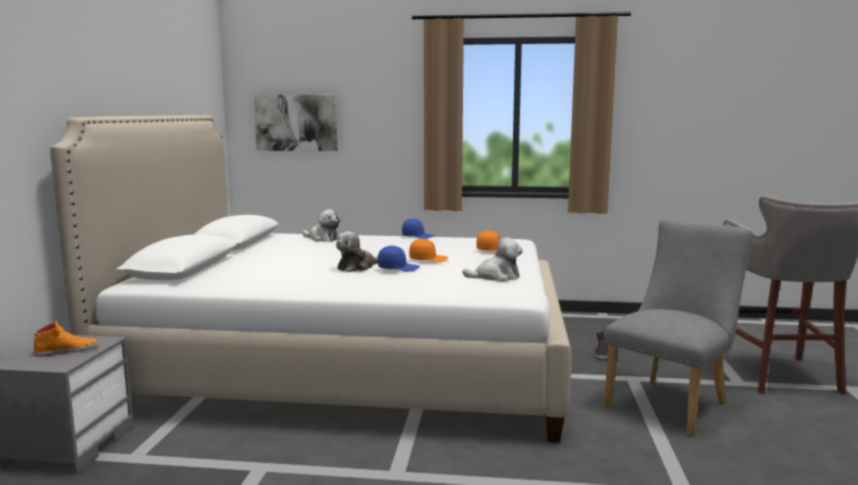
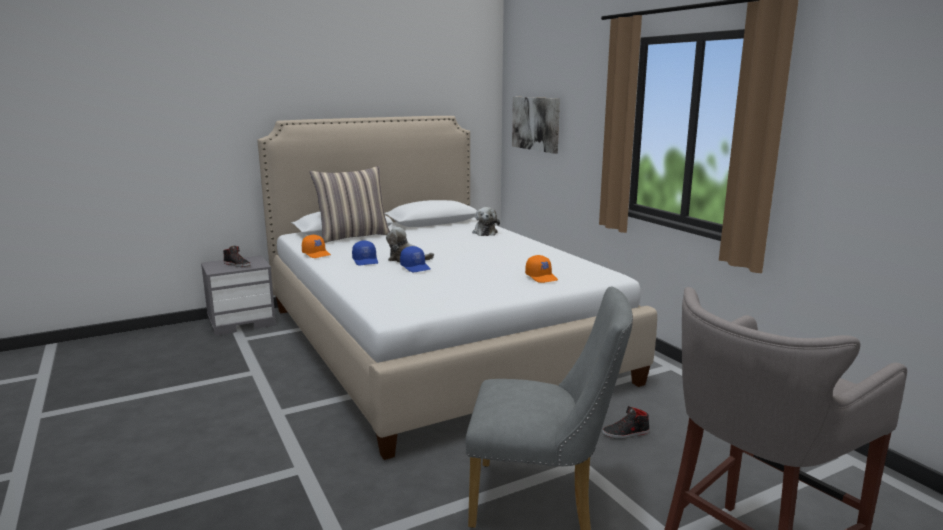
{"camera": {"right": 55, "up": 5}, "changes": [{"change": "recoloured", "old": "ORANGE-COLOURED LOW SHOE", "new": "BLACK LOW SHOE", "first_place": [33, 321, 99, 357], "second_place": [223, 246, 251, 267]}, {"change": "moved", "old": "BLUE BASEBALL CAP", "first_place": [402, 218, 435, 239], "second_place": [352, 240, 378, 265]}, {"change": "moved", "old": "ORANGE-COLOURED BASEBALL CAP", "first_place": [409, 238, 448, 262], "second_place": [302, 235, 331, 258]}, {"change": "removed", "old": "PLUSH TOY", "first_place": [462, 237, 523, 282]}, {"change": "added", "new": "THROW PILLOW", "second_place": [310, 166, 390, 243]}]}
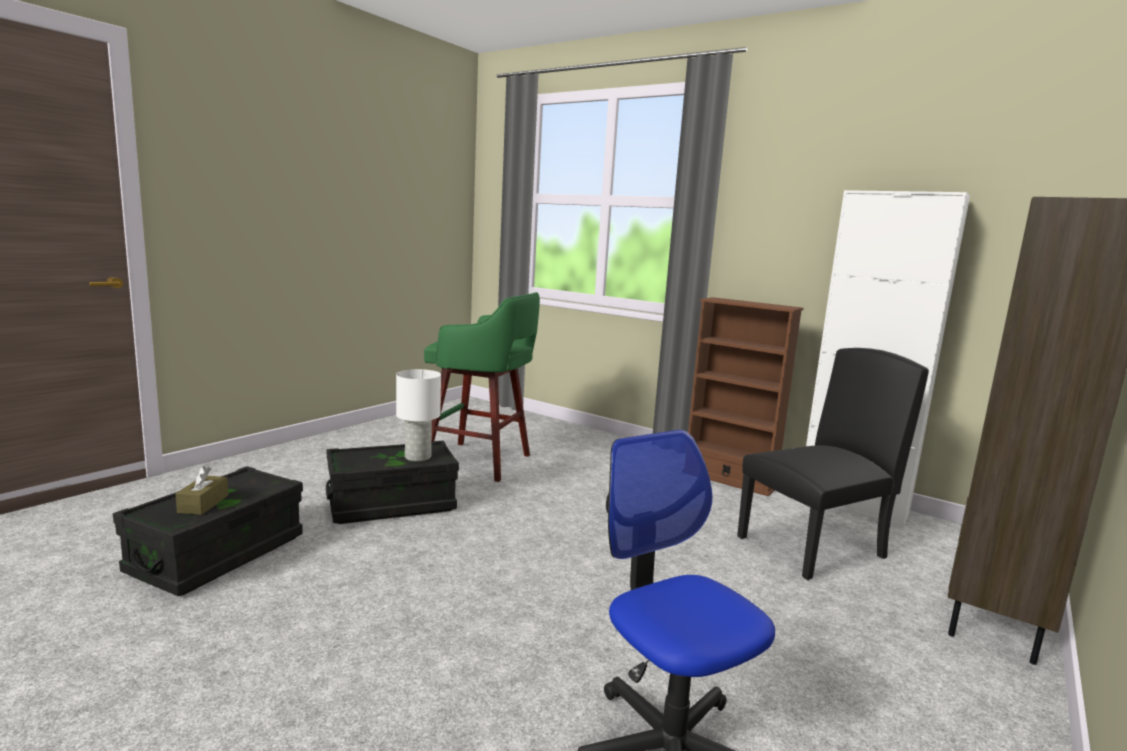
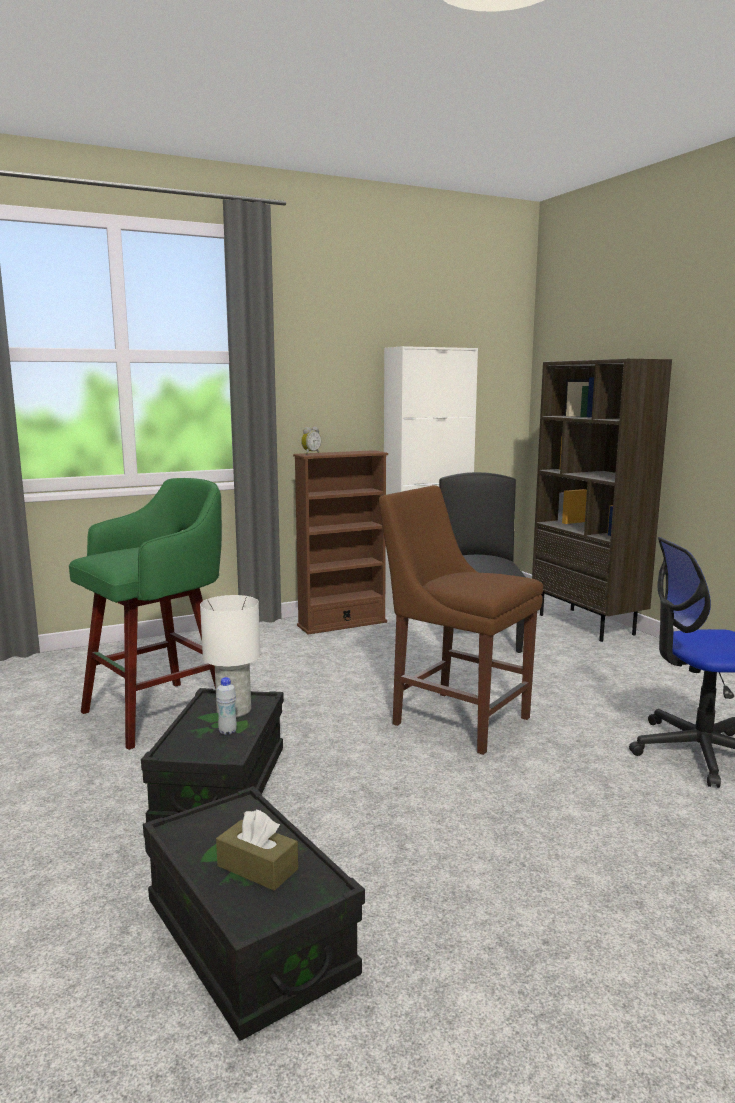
{"camera": {"right": -60, "up": 0}, "changes": [{"change": "added", "new": "WHITISH BOTTLE", "second_place": [216, 677, 237, 735]}, {"change": "added", "new": "BEDSIDE CLOCK", "second_place": [301, 427, 321, 454]}, {"change": "added", "new": "BROWNISH UPRIGHT CHAIR", "second_place": [378, 485, 543, 755]}]}
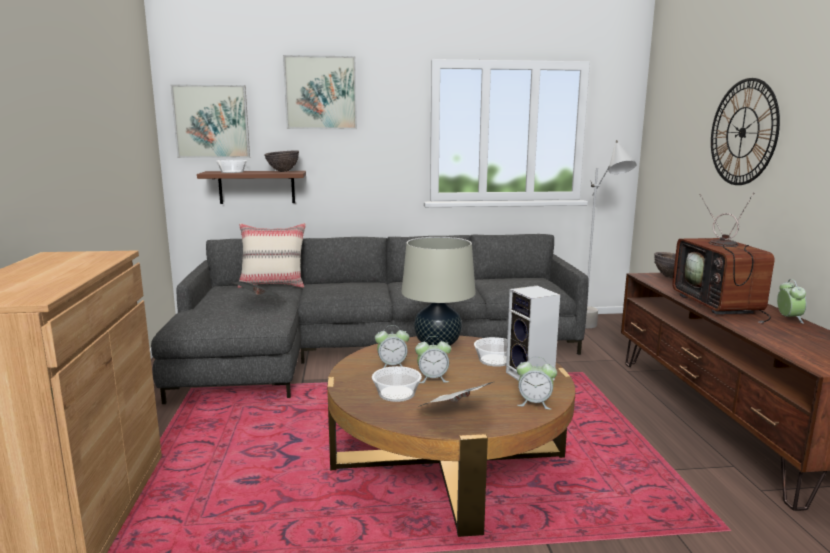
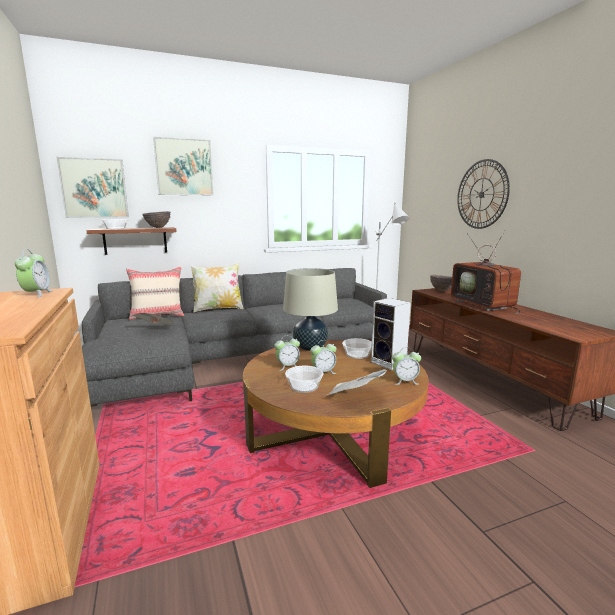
{"camera": {"right": -15, "up": 0}, "changes": [{"change": "moved", "old": "BEDSIDE CLOCK", "first_place": [777, 279, 806, 324], "second_place": [15, 249, 52, 298]}, {"change": "added", "new": "THROW PILLOW", "second_place": [190, 263, 243, 312]}]}
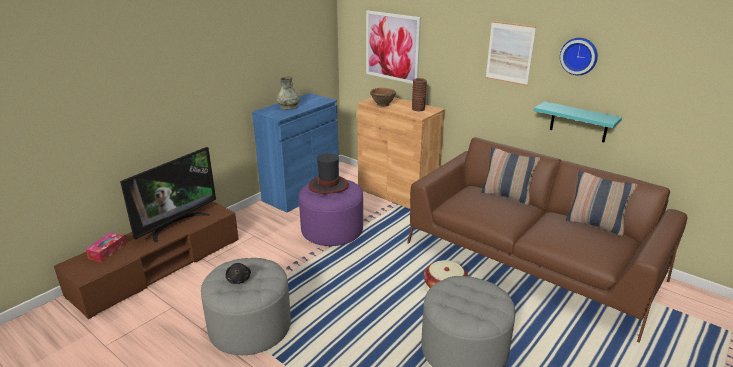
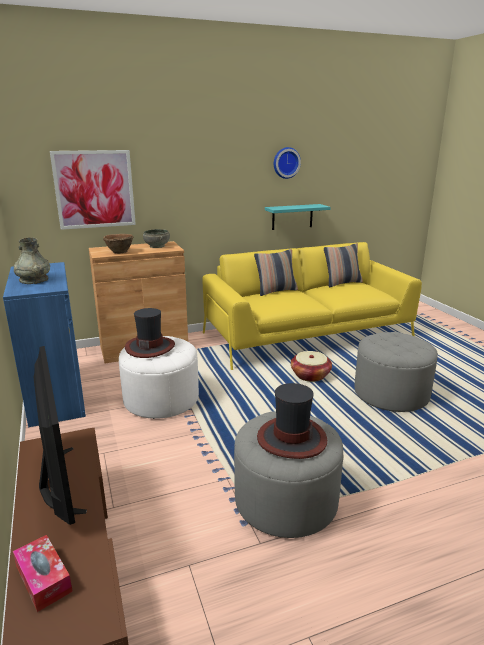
{"camera": {"right": -60, "up": -5}, "changes": [{"change": "replaced", "old": "BLACK PLUSH TOY", "new": "HAT", "first_place": [225, 263, 251, 284], "second_place": [257, 383, 327, 459]}, {"change": "recoloured", "old": "PURPLE-COLOURED FOOTREST", "new": "WHITISH FOOTREST", "first_place": [299, 180, 363, 246], "second_place": [119, 336, 199, 419]}, {"change": "recoloured", "old": "BROWNISH SOFA", "new": "YELLOW-COLOURED SOFA", "first_place": [407, 137, 687, 343], "second_place": [202, 242, 422, 370]}, {"change": "replaced", "old": "BROWNISH VASE", "new": "GRAY BOWL", "first_place": [412, 78, 427, 111], "second_place": [143, 229, 170, 248]}, {"change": "removed", "old": "WALL PICTURE", "first_place": [486, 21, 536, 86]}]}
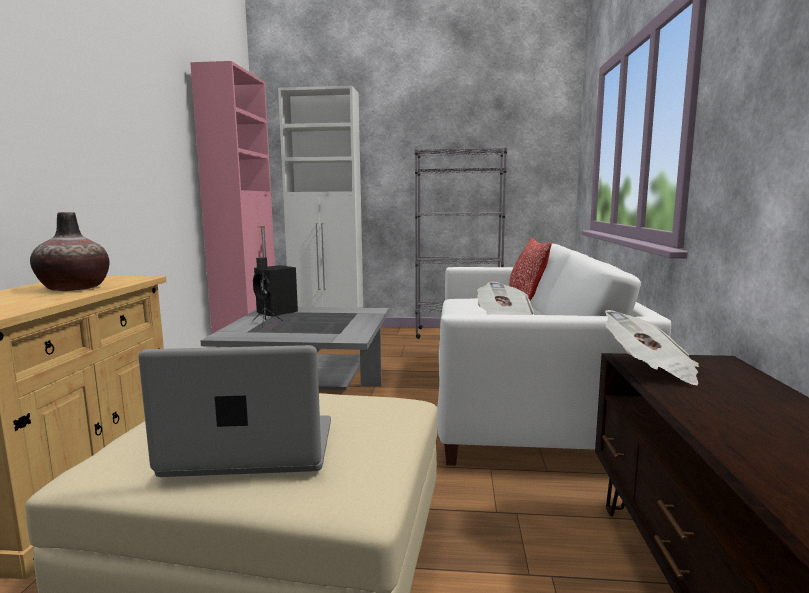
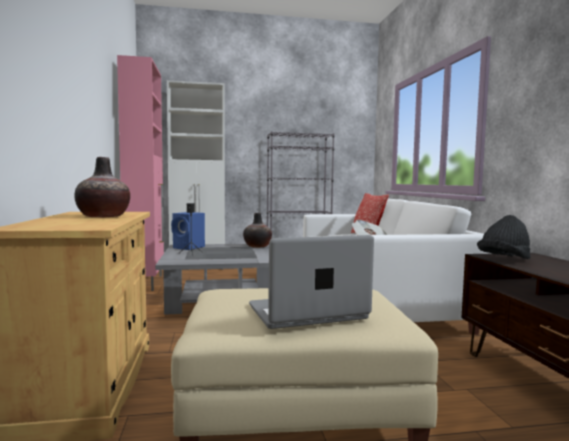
{"camera": {"right": -15, "up": -5}, "changes": [{"change": "recoloured", "old": "BLACK AUDIO SPEAKER", "new": "BLUE AUDIO SPEAKER", "first_place": [253, 265, 298, 316], "second_place": [171, 212, 205, 250]}, {"change": "replaced", "old": "PRINTED PAPER", "new": "BLACK HAT", "first_place": [605, 310, 699, 386], "second_place": [477, 215, 531, 259]}, {"change": "added", "new": "VASE", "second_place": [243, 213, 272, 248]}]}
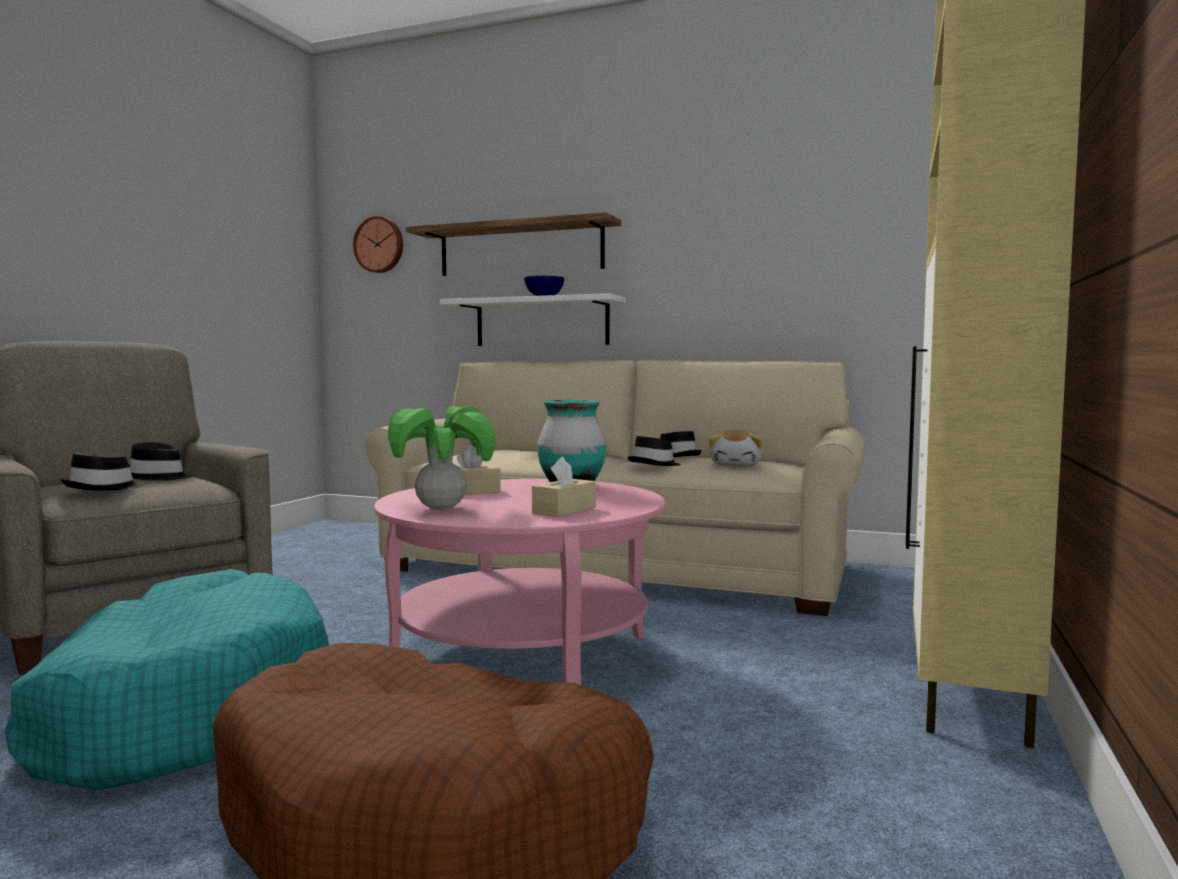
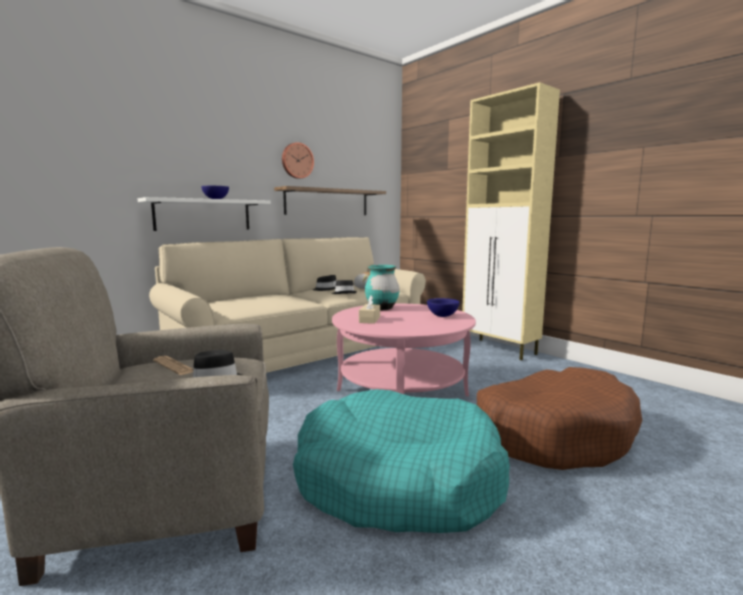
{"camera": {"right": -60, "up": 5}, "changes": [{"change": "replaced", "old": "BLACK HAT", "new": "PRINTED PAPER", "first_place": [129, 442, 192, 481], "second_place": [153, 356, 193, 375]}, {"change": "moved", "old": "CLOCK ON THE WALL", "first_place": [353, 216, 403, 273], "second_place": [282, 142, 314, 179]}, {"change": "removed", "old": "HOUSEPLANT", "first_place": [388, 406, 495, 510]}, {"change": "moved", "old": "WALL SHELF", "first_place": [406, 212, 621, 276], "second_place": [274, 186, 386, 215]}, {"change": "replaced", "old": "BEIGE-COLOURED TISSUE BOX", "new": "BLUE BOWL", "first_place": [532, 457, 596, 517], "second_place": [427, 298, 460, 317]}]}
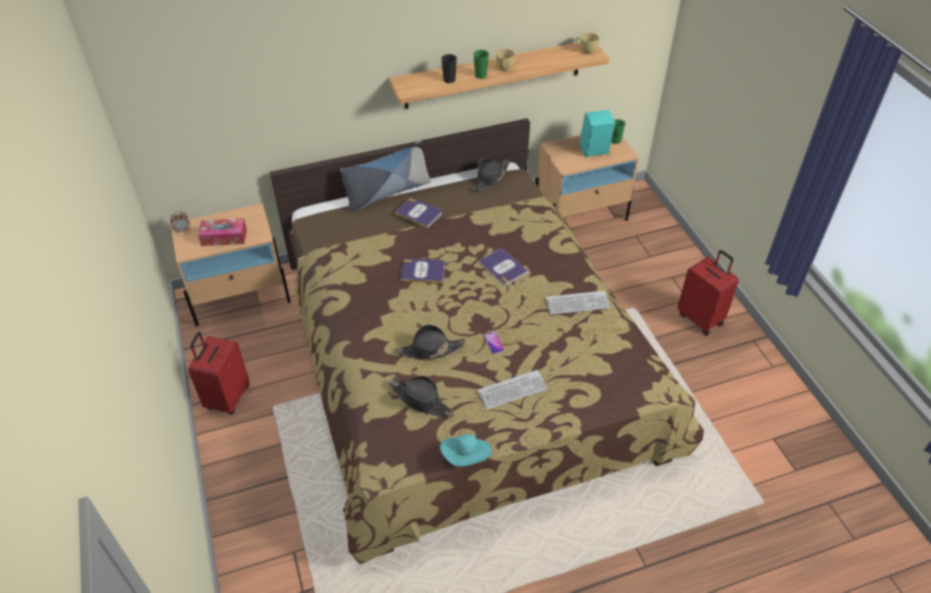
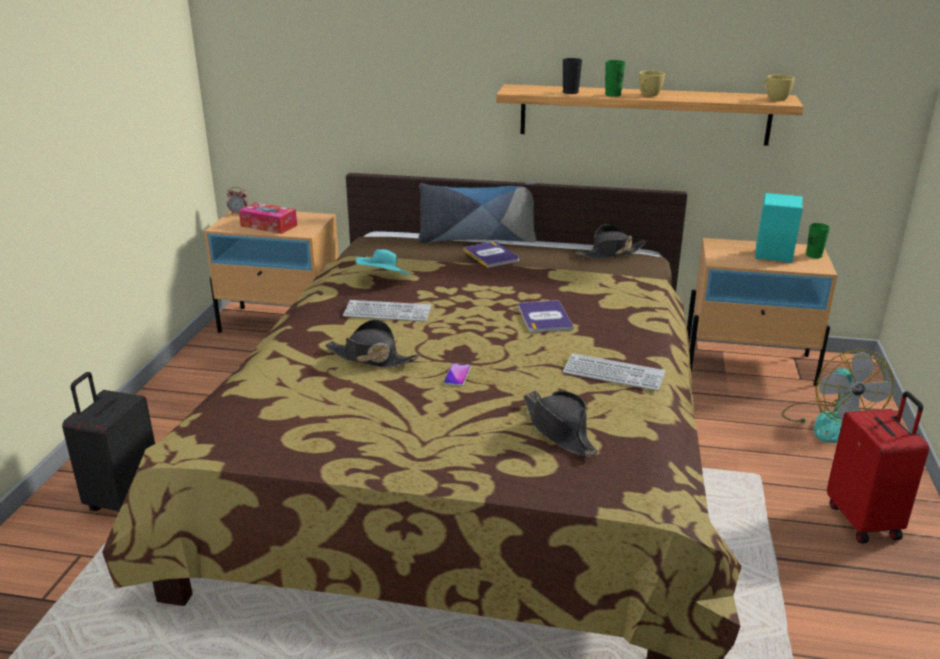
{"camera": {"right": 30, "up": -20}, "changes": [{"change": "removed", "old": "RED PIECE OF LUGGAGE", "first_place": [188, 332, 249, 415]}, {"change": "moved", "old": "BLACK HAT", "first_place": [389, 376, 454, 417], "second_place": [523, 391, 598, 457]}, {"change": "removed", "old": "BOOK", "first_place": [400, 258, 445, 283]}, {"change": "moved", "old": "TURQUOISE-COLOURED HAT", "first_place": [440, 434, 492, 466], "second_place": [355, 249, 411, 275]}, {"change": "moved", "old": "COMPUTER KEYBOARD", "first_place": [477, 370, 548, 410], "second_place": [343, 300, 431, 322]}, {"change": "added", "new": "BLACK PIECE OF LUGGAGE", "second_place": [62, 372, 155, 511]}, {"change": "added", "new": "ELECTRIC FAN", "second_place": [782, 350, 894, 443]}]}
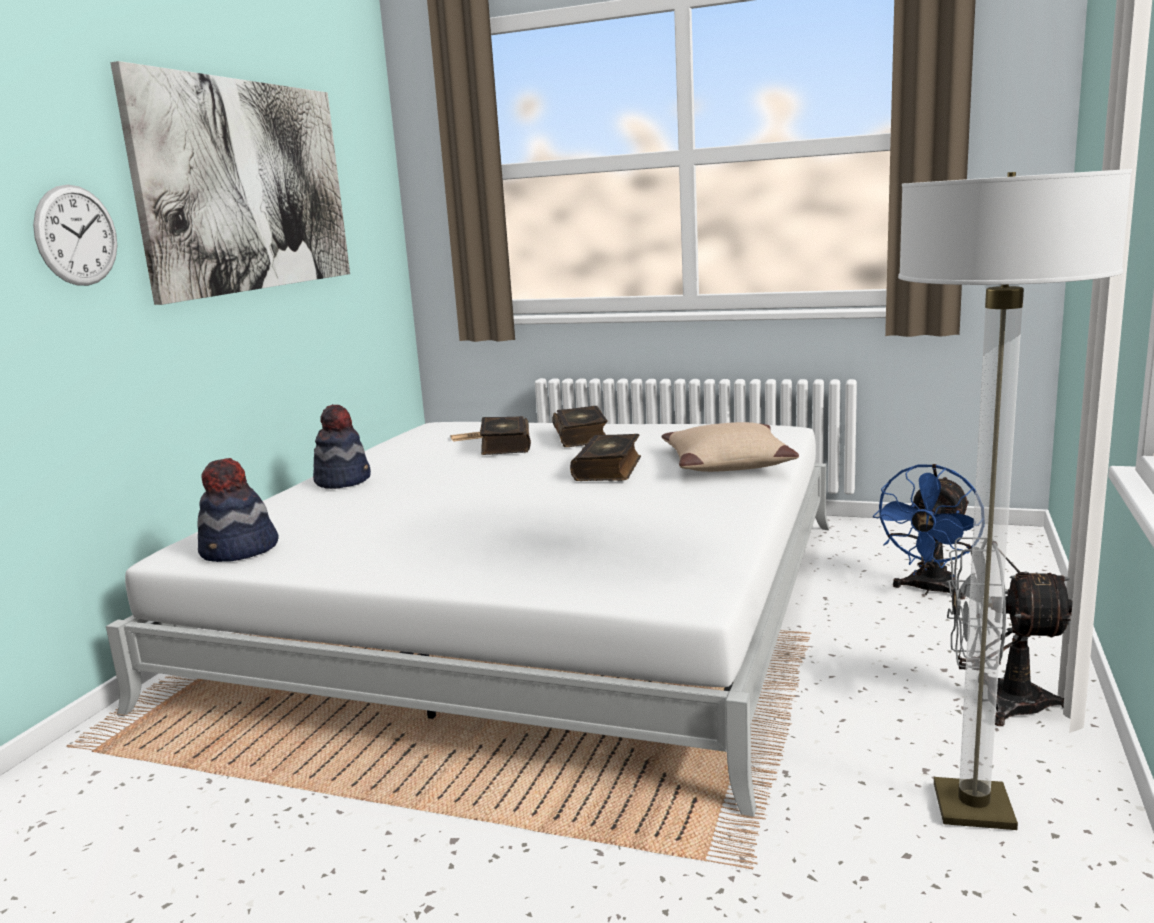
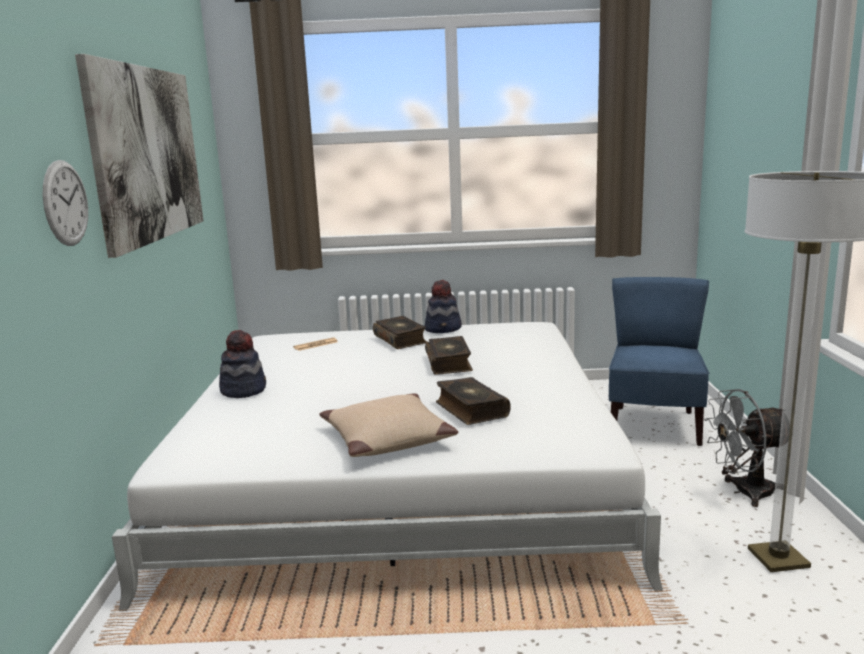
{"camera": {"right": -20, "up": 0}, "changes": [{"change": "moved", "old": "HAT", "first_place": [197, 458, 279, 562], "second_place": [425, 280, 462, 333]}, {"change": "moved", "old": "BOOK", "first_place": [480, 416, 531, 455], "second_place": [436, 377, 511, 425]}, {"change": "moved", "old": "BEIGE-COLOURED THROW PILLOW", "first_place": [661, 422, 799, 472], "second_place": [319, 394, 458, 457]}, {"change": "replaced", "old": "BLUE ELECTRIC FAN", "new": "BLUE UPRIGHT CHAIR", "first_place": [873, 464, 975, 600], "second_place": [609, 277, 709, 446]}]}
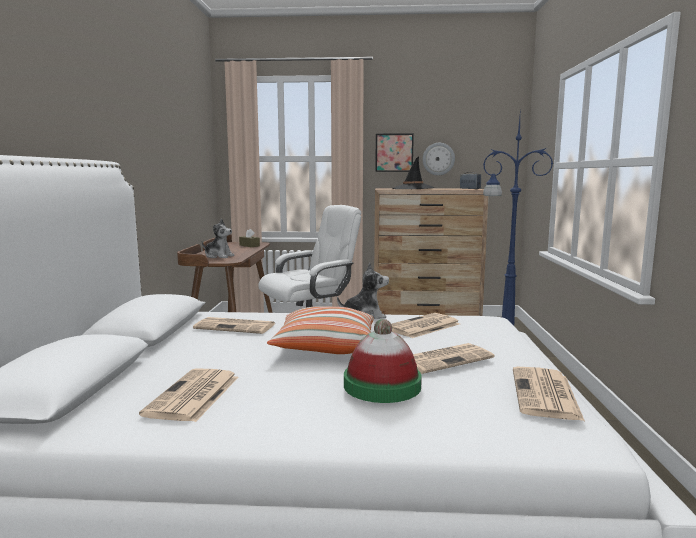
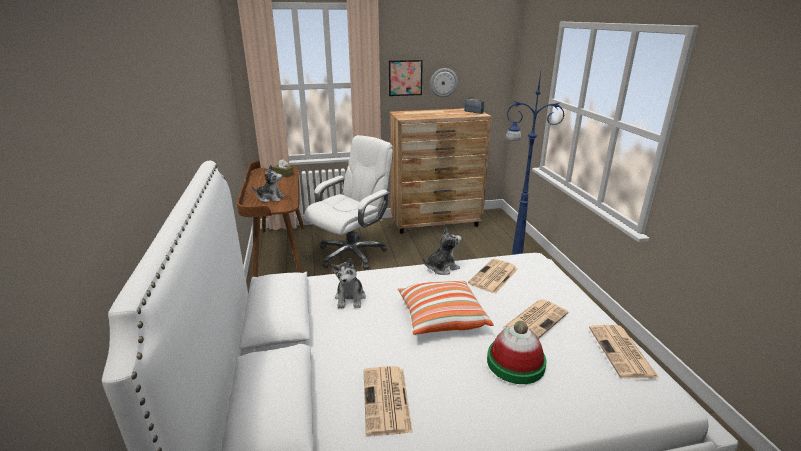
{"camera": {"right": -15, "up": 15}, "changes": [{"change": "replaced", "old": "PRINTED PAPER", "new": "PLUSH TOY", "first_place": [193, 317, 275, 334], "second_place": [331, 258, 366, 308]}, {"change": "removed", "old": "BLACK HAT", "first_place": [392, 157, 435, 189]}]}
